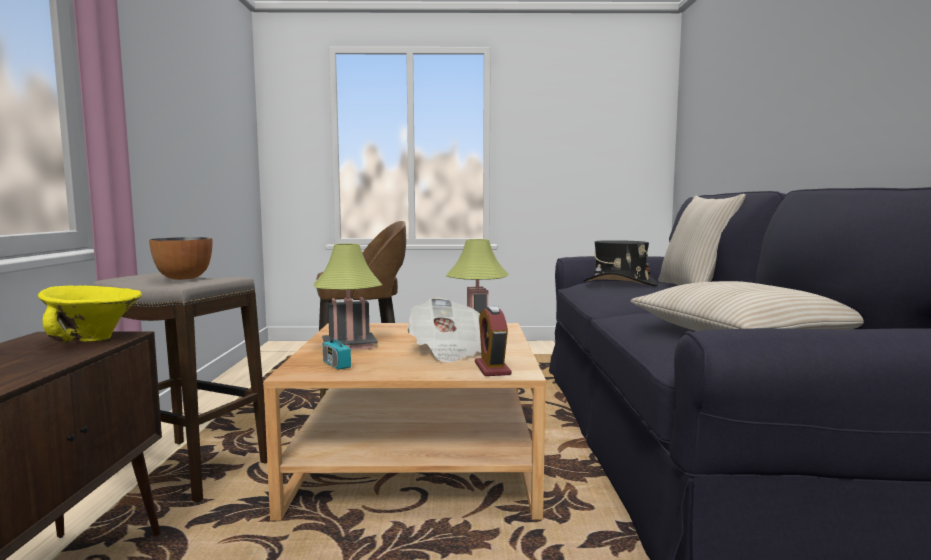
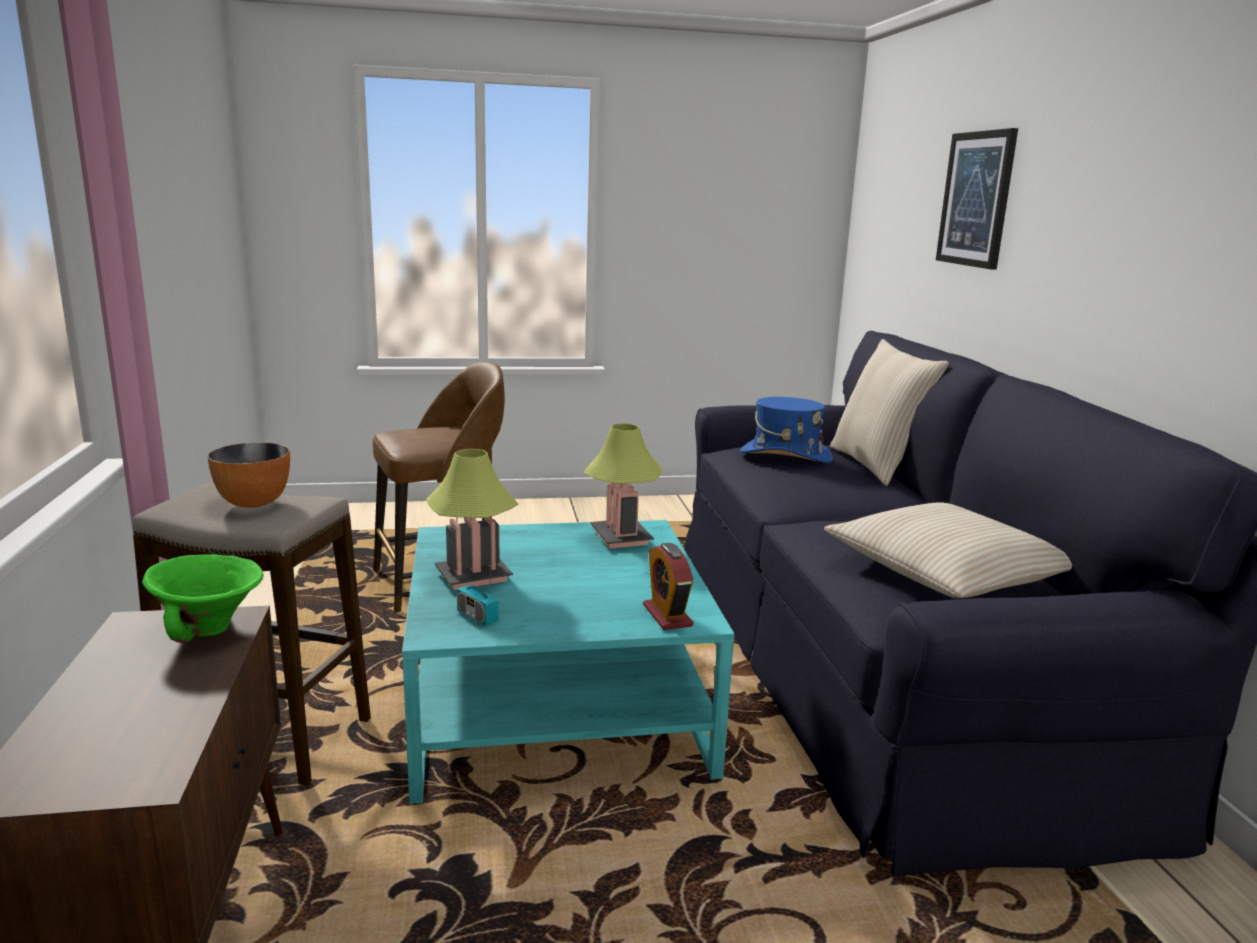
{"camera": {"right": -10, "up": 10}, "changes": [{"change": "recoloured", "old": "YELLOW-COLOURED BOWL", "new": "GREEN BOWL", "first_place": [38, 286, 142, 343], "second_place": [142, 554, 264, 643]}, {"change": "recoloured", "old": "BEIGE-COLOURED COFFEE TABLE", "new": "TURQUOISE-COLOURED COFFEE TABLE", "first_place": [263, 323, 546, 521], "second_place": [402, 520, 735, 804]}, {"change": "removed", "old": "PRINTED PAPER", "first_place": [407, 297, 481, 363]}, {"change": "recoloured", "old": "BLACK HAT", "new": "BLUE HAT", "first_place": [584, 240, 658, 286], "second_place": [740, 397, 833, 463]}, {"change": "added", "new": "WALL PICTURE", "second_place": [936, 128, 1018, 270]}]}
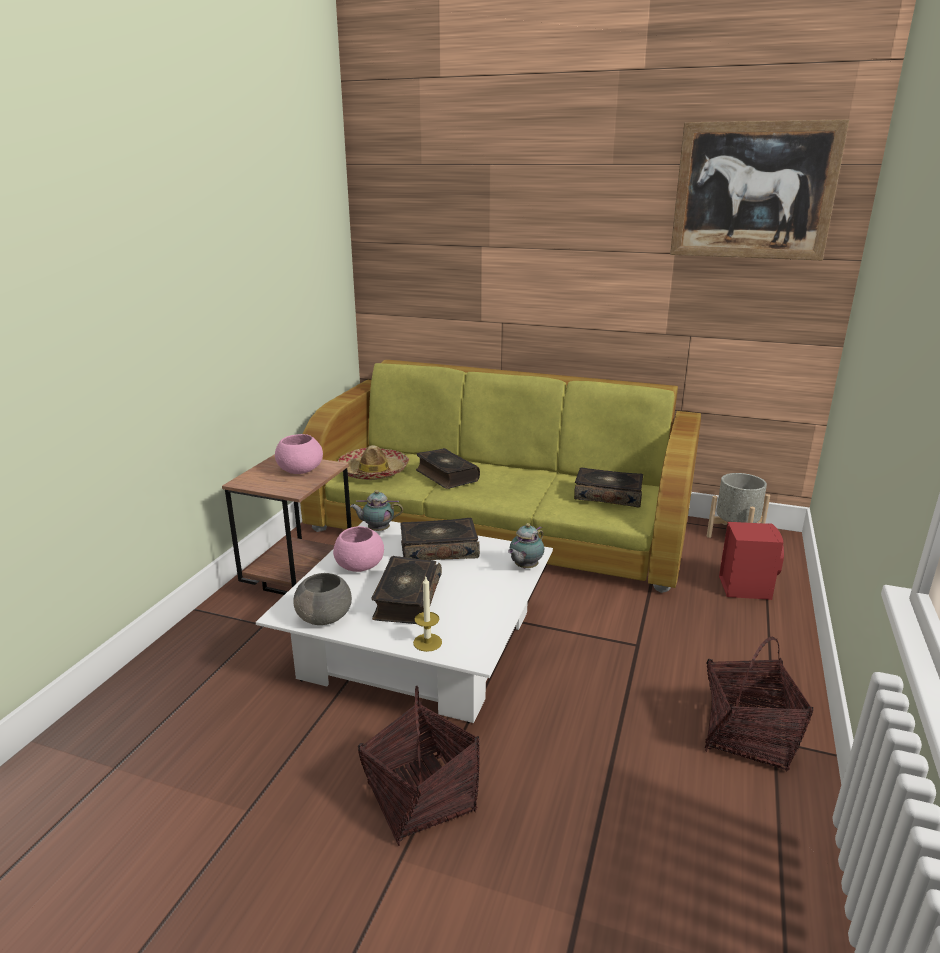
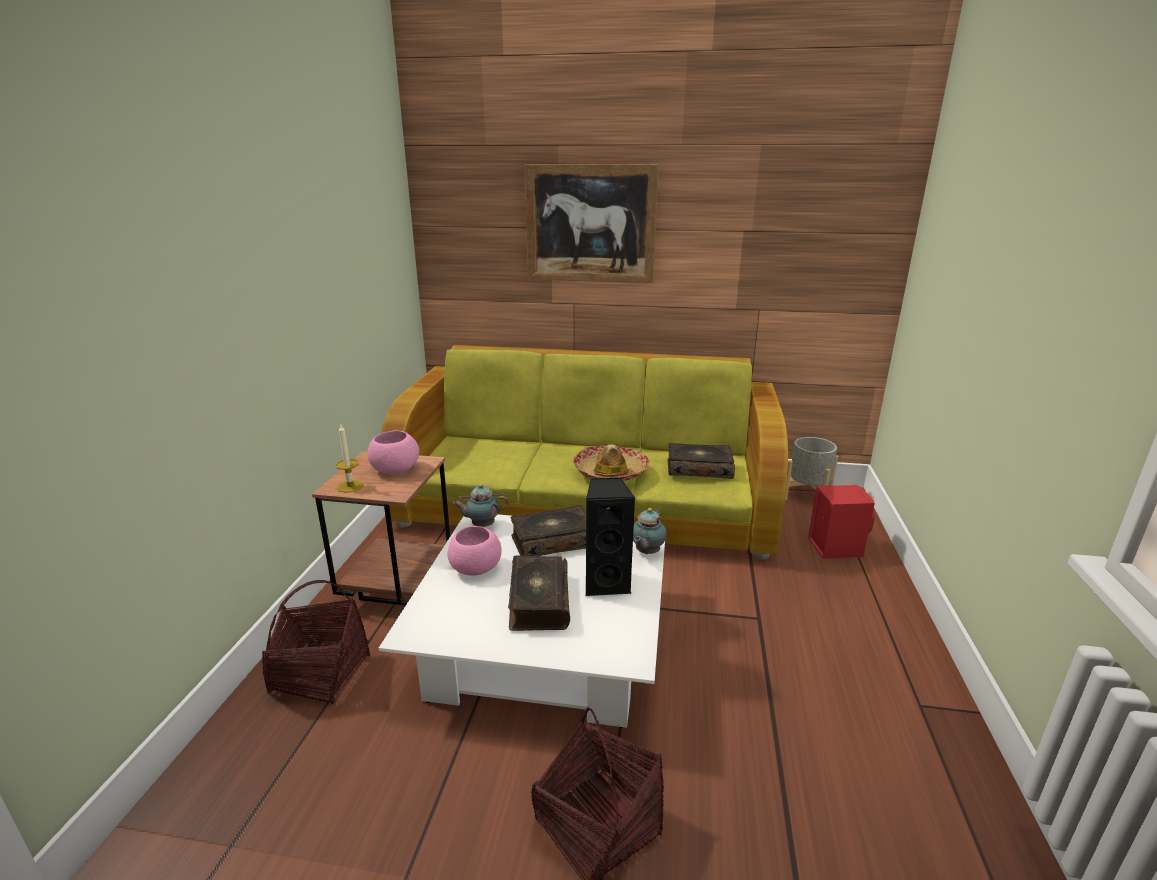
{"camera": {"right": -10, "up": 0}, "changes": [{"change": "removed", "old": "GRAY BOWL", "first_place": [293, 573, 352, 625]}, {"change": "moved", "old": "HAT", "first_place": [337, 445, 409, 480], "second_place": [573, 444, 650, 481]}, {"change": "moved", "old": "WAX LIGHT", "first_place": [413, 577, 442, 652], "second_place": [336, 425, 364, 493]}, {"change": "removed", "old": "BOOK", "first_place": [416, 448, 480, 489]}, {"change": "moved", "old": "WALL PICTURE", "first_place": [670, 119, 850, 261], "second_place": [524, 164, 659, 283]}, {"change": "moved", "old": "HOUSEHOLD BASKET", "first_place": [705, 637, 813, 772], "second_place": [262, 580, 370, 705]}, {"change": "added", "new": "BLACK AUDIO SPEAKER", "second_place": [585, 478, 635, 596]}]}
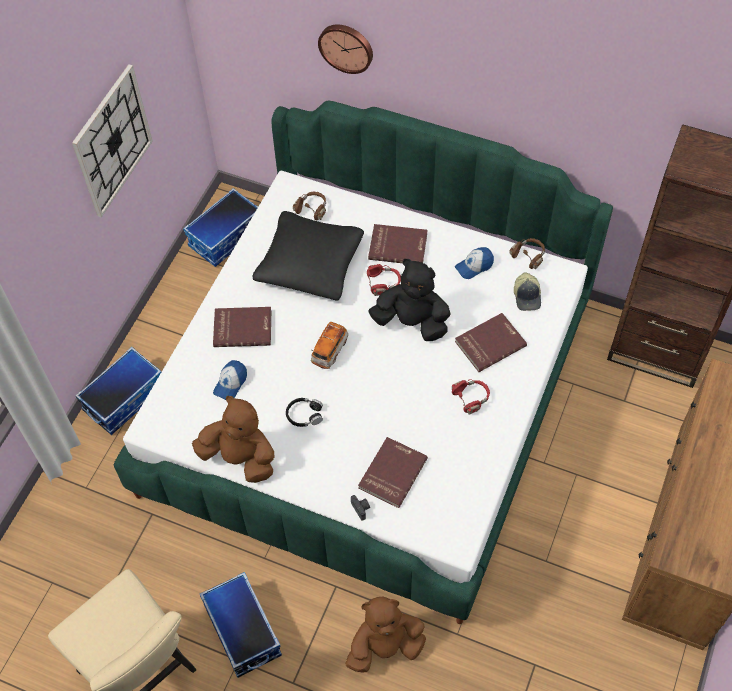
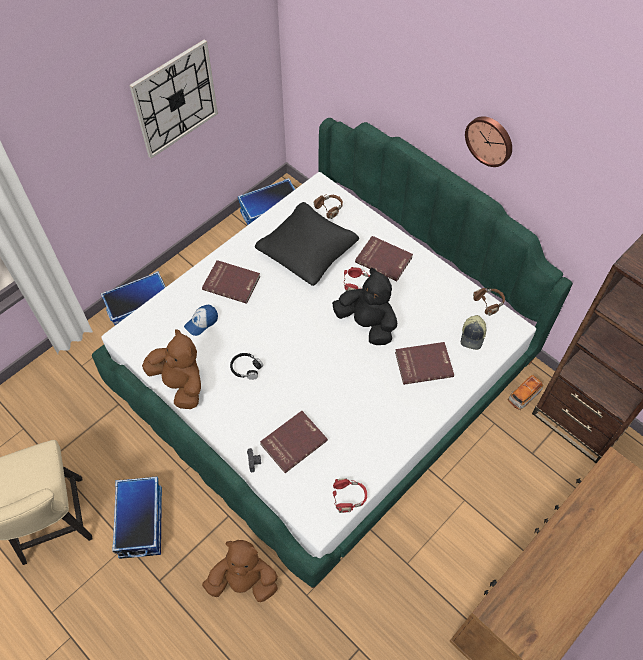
{"camera": {"right": 20, "up": 0}, "changes": [{"change": "moved", "old": "TOY CAR", "first_place": [311, 322, 348, 369], "second_place": [508, 375, 543, 410]}, {"change": "moved", "old": "CLOCK ON THE WALL", "first_place": [318, 25, 373, 74], "second_place": [465, 116, 512, 167]}, {"change": "moved", "old": "RED HEADPHONES", "first_place": [452, 379, 490, 415], "second_place": [333, 478, 367, 513]}, {"change": "removed", "old": "BASEBALL CAP", "first_place": [455, 247, 494, 279]}]}
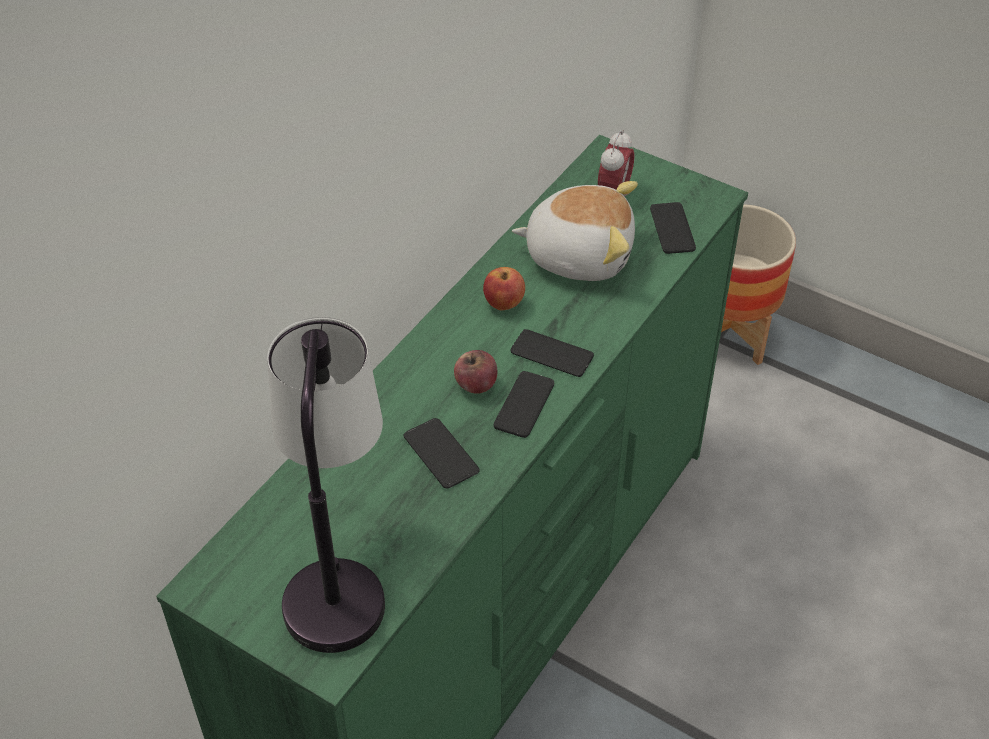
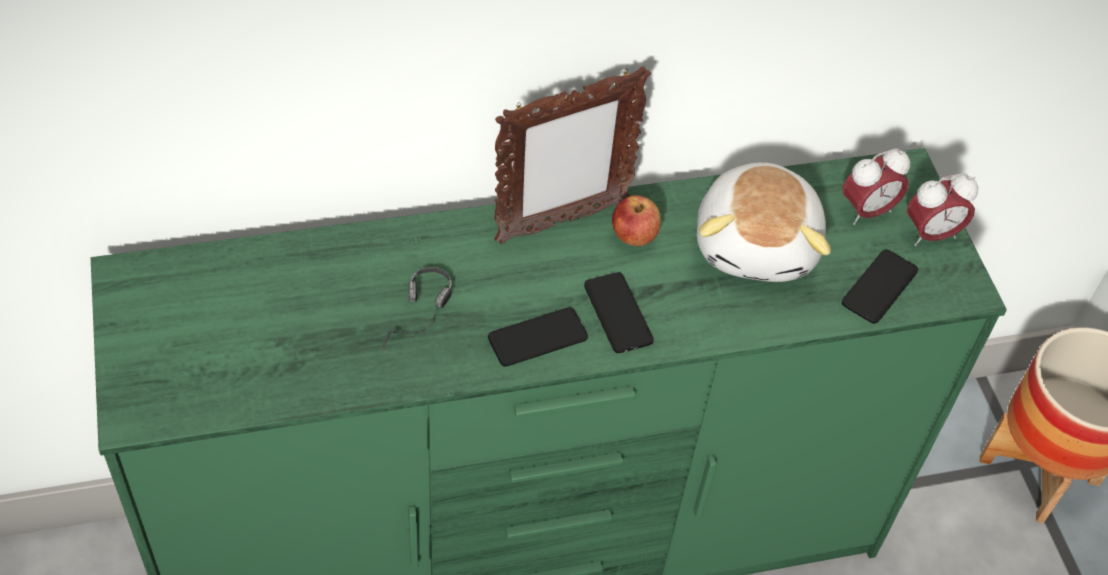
{"camera": {"right": 40, "up": 5}, "changes": [{"change": "removed", "old": "LAMP FOR A TABLE", "first_place": [267, 317, 385, 653]}, {"change": "replaced", "old": "PHONE", "new": "HEADPHONES", "first_place": [404, 418, 480, 488], "second_place": [382, 267, 452, 354]}, {"change": "removed", "old": "WHOLE APPLE", "first_place": [454, 350, 498, 394]}, {"change": "turned", "old": "PLUSH TOY", "first_place": [512, 181, 638, 281], "second_place": [697, 162, 831, 282], "degrees": 45}, {"change": "added", "new": "STANDING FRAME", "second_place": [494, 66, 651, 245]}, {"change": "added", "new": "BEDSIDE CLOCK", "second_place": [907, 173, 978, 246]}]}
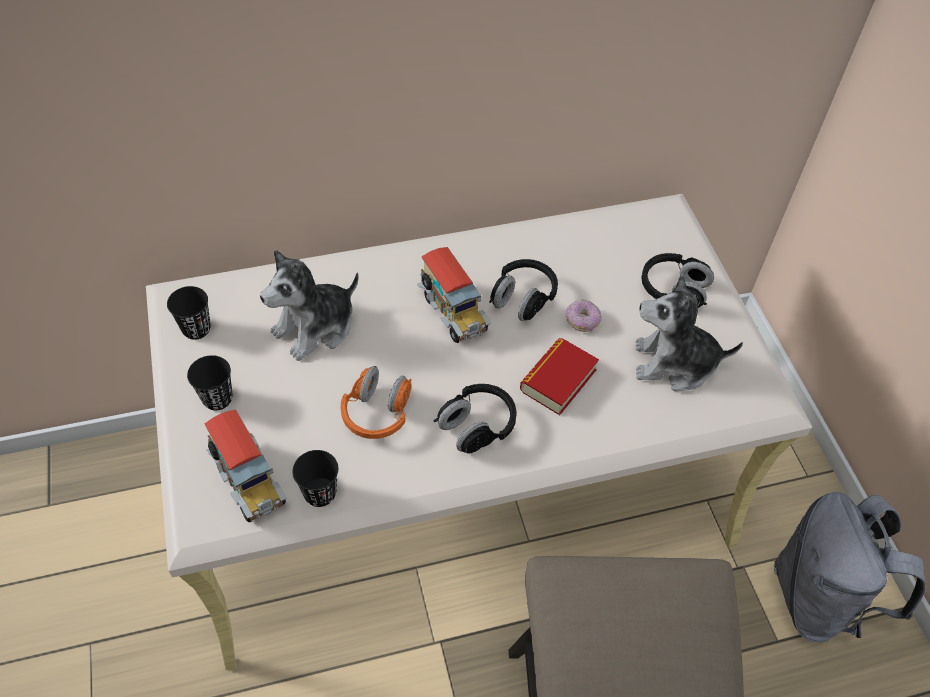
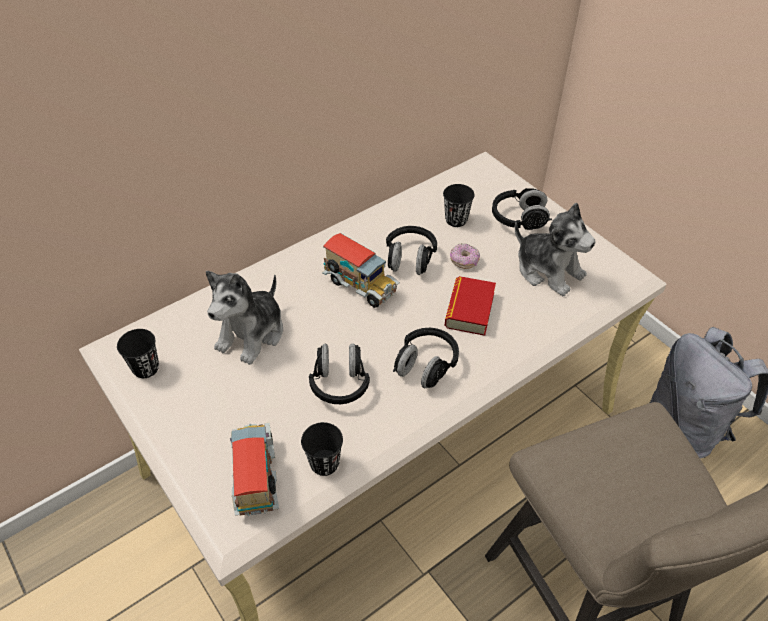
{"camera": {"right": -20, "up": -5}, "changes": [{"change": "moved", "old": "BLACK DRINKING CUP", "first_place": [187, 355, 233, 410], "second_place": [443, 184, 474, 227]}, {"change": "turned", "old": "TOY TRUCK", "first_place": [204, 409, 287, 522], "second_place": [230, 422, 279, 516], "degrees": -135}, {"change": "recoloured", "old": "ORANGE-COLOURED HEADPHONES", "new": "BLACK HEADPHONES", "first_place": [341, 366, 412, 439], "second_place": [309, 343, 370, 404]}, {"change": "turned", "old": "PLUSH TOY", "first_place": [635, 274, 743, 391], "second_place": [515, 203, 596, 296], "degrees": -120}]}
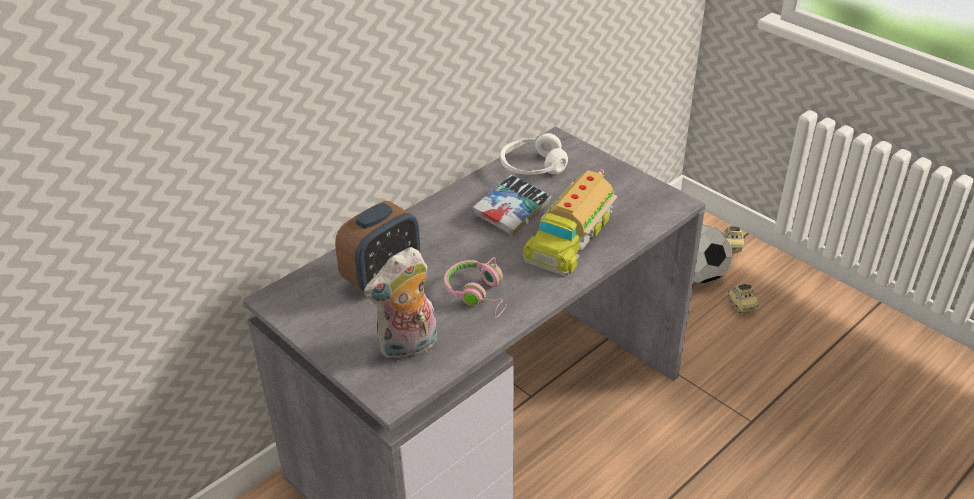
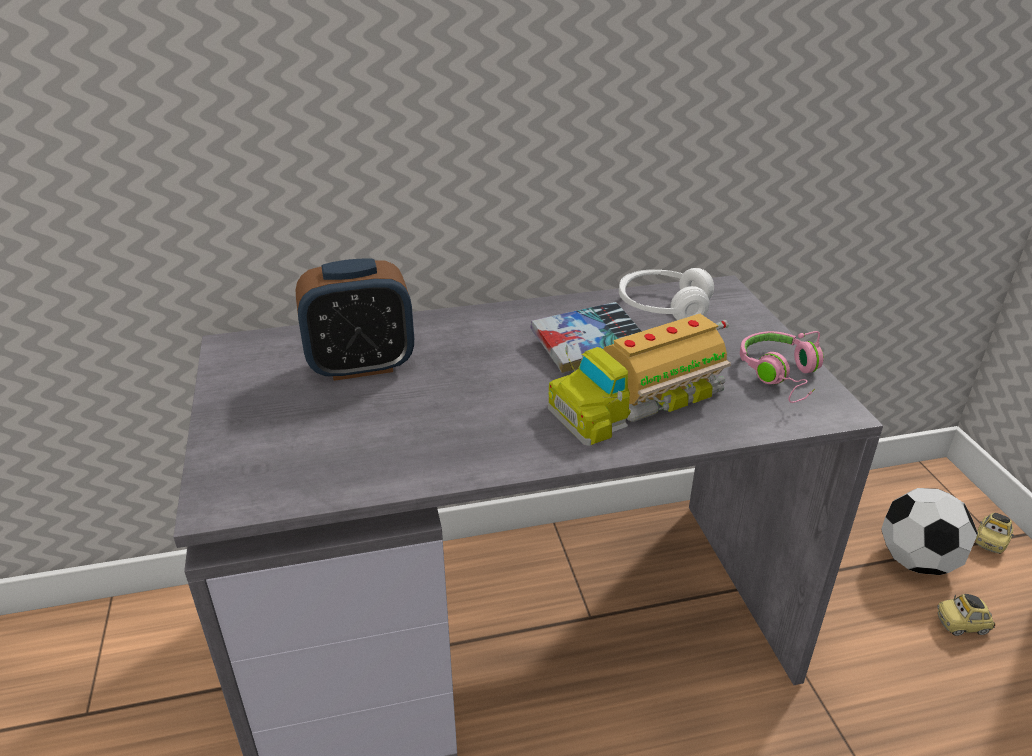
{"camera": {"right": 30, "up": -5}, "changes": [{"change": "removed", "old": "PLUSH TOY", "first_place": [364, 247, 437, 361]}, {"change": "moved", "old": "PINK-COLOURED HEADPHONES", "first_place": [444, 257, 508, 318], "second_place": [740, 331, 824, 403]}, {"change": "turned", "old": "TOY CAR", "first_place": [728, 284, 759, 313], "second_place": [937, 594, 995, 636], "degrees": 75}]}
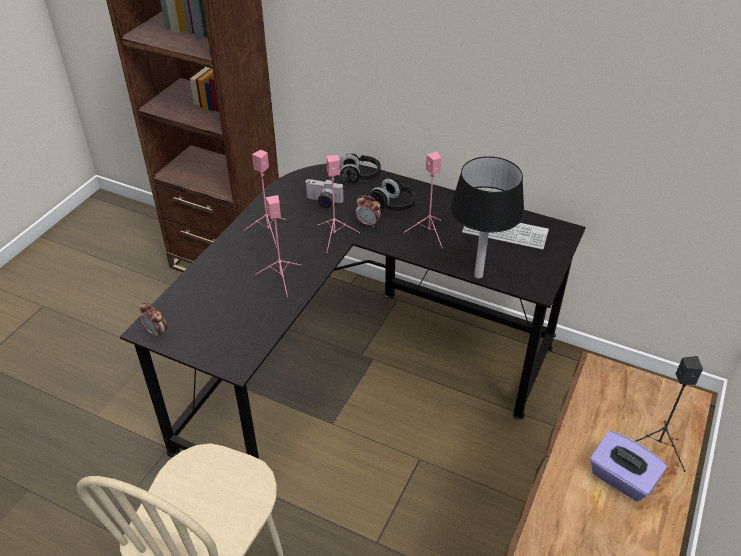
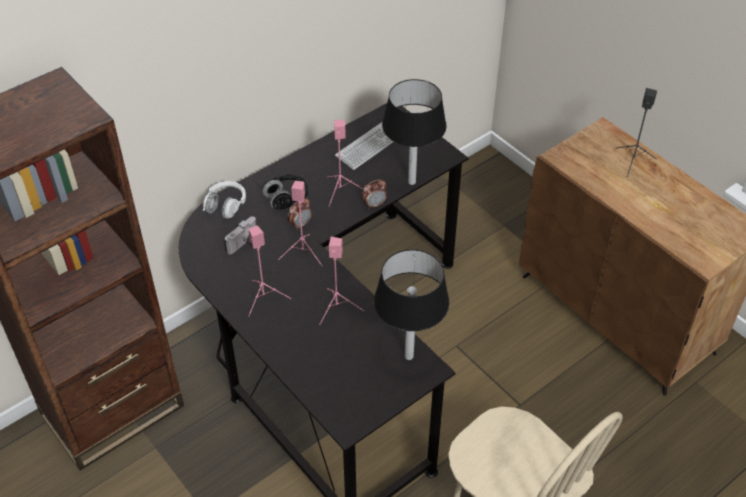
{"camera": {"right": -65, "up": 5}, "changes": [{"change": "moved", "old": "BEDSIDE CLOCK", "first_place": [139, 302, 167, 339], "second_place": [362, 179, 387, 209]}, {"change": "recoloured", "old": "BLACK HEADPHONES", "new": "WHITISH HEADPHONES", "first_place": [339, 154, 381, 183], "second_place": [203, 181, 246, 219]}, {"change": "removed", "old": "PURPLE-COLOURED TISSUE BOX", "first_place": [590, 431, 667, 501]}, {"change": "added", "new": "BLACK LAMP FOR A TABLE", "second_place": [374, 249, 449, 360]}]}
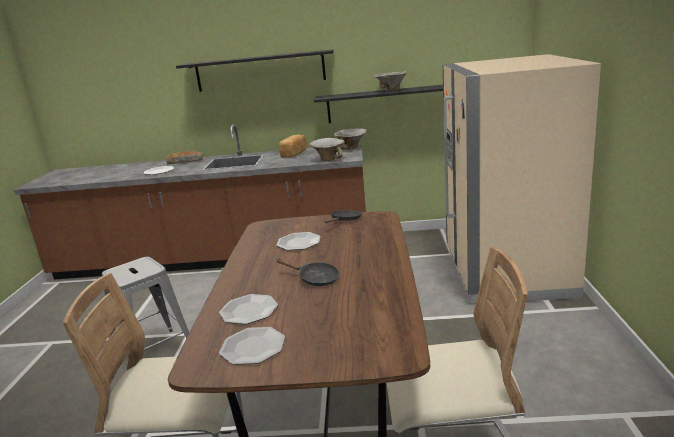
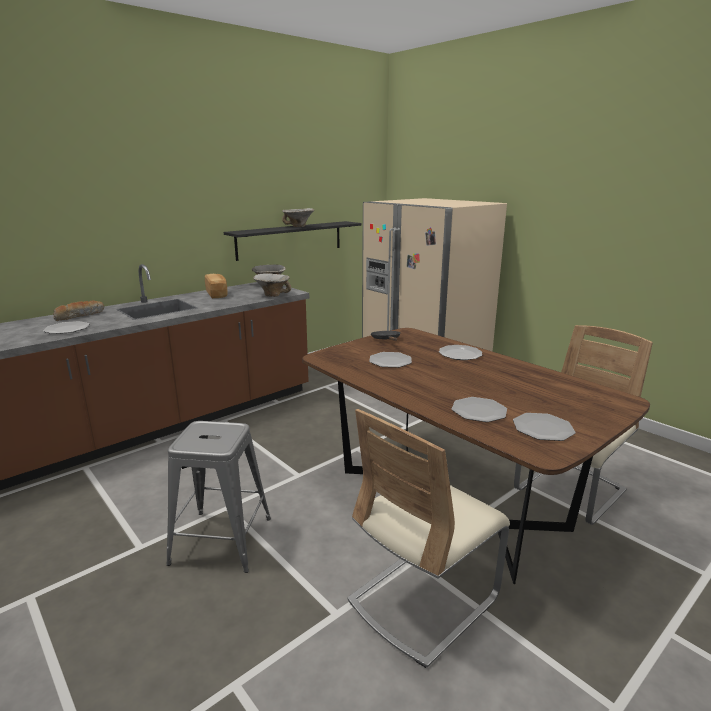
{"camera": {"right": -45, "up": 0}, "changes": [{"change": "removed", "old": "BLACK WALL SHELF", "first_place": [176, 49, 334, 92]}, {"change": "removed", "old": "BLACK PAN", "first_place": [276, 259, 339, 286]}, {"change": "added", "new": "DINNER PLATE", "second_place": [439, 345, 483, 360]}]}
